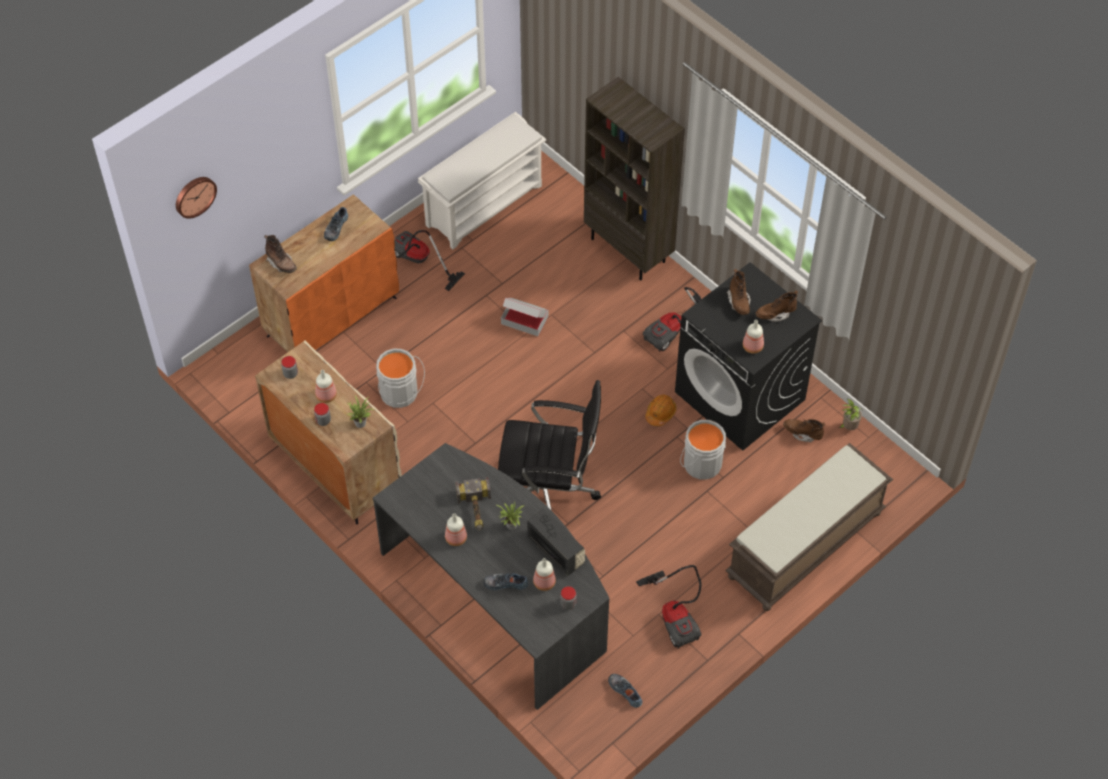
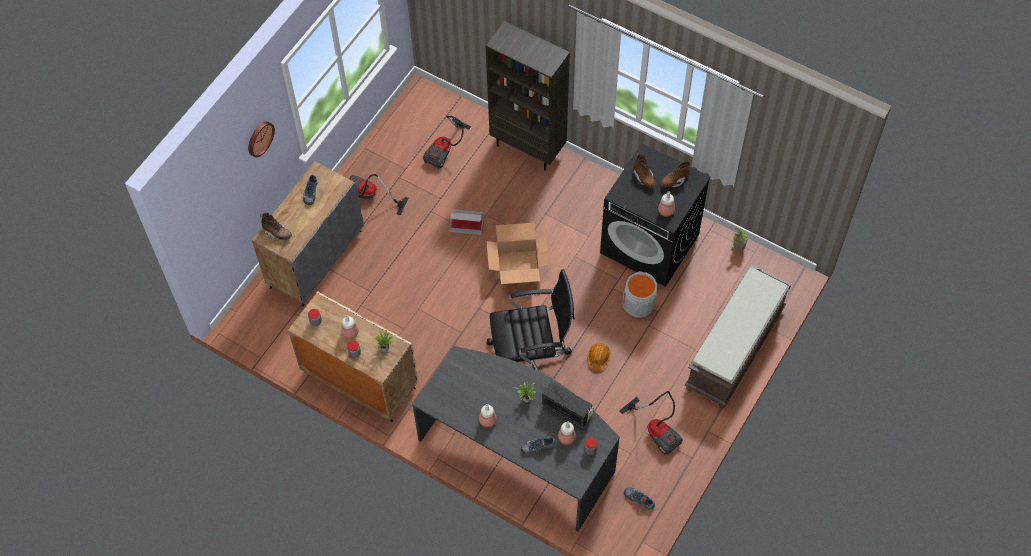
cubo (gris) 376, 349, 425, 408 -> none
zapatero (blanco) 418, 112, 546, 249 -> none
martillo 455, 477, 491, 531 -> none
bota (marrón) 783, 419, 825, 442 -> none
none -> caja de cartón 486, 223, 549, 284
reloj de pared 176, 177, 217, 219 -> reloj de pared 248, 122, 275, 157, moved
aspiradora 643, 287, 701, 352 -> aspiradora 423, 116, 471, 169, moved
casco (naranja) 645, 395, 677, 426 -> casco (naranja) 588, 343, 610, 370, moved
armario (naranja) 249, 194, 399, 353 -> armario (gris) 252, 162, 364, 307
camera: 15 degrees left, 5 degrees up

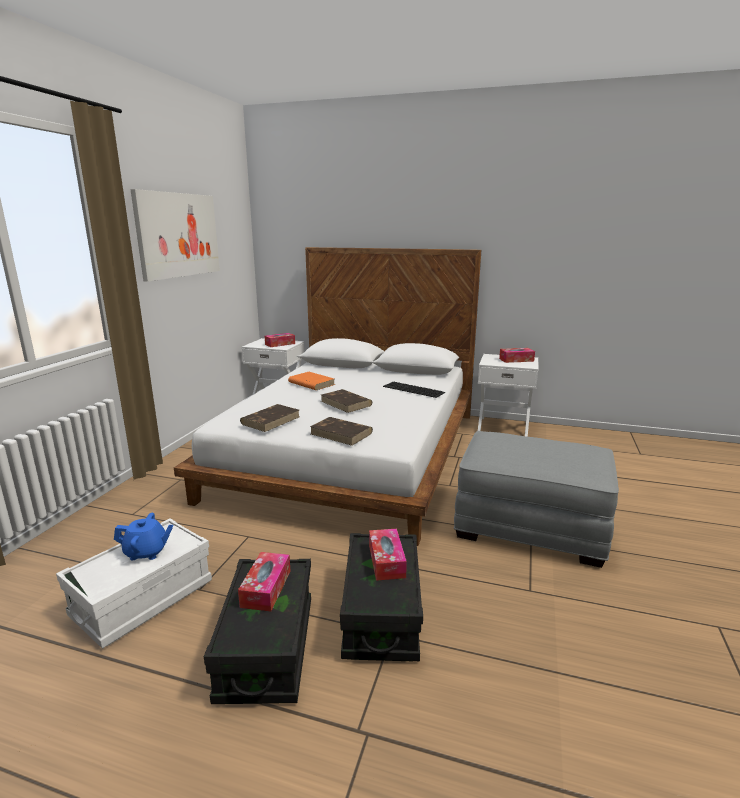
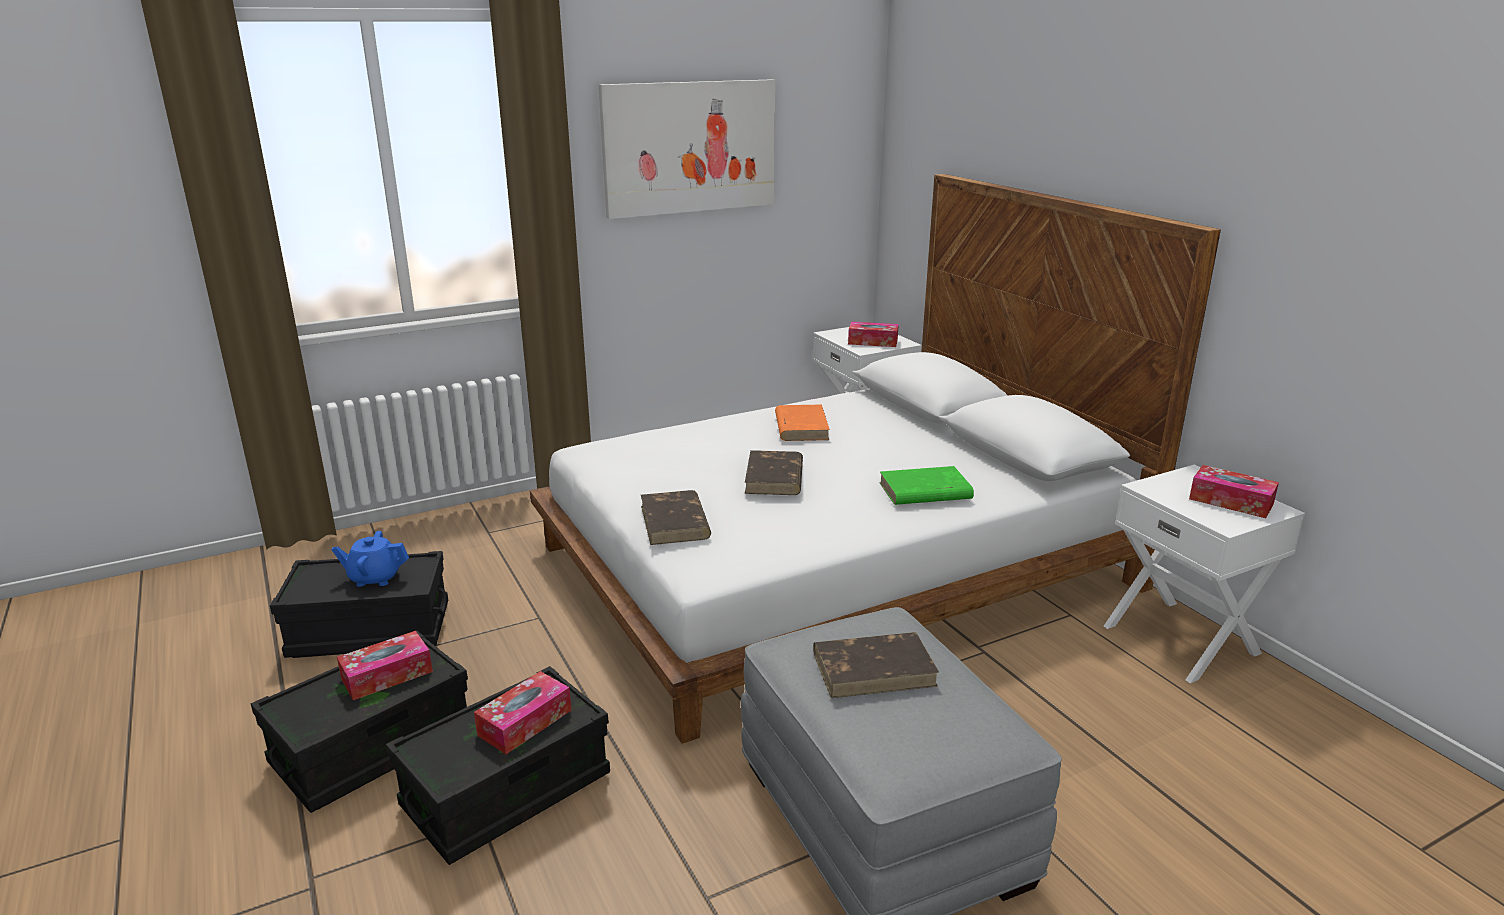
libro (marrón) 240, 404, 299, 432 -> libro (marrón) 813, 632, 939, 698, moved
teclado 383, 382, 445, 398 -> libro (verde) 879, 466, 974, 505
caja de almacenaje (blanco) 56, 518, 212, 648 -> caja de almacenaje (negro) 270, 551, 448, 658
tetera (azul) 114, 513, 174, 560 -> tetera (azul) 331, 531, 409, 587, 135 degrees clockwise
camera: 45 degrees right, 5 degrees up

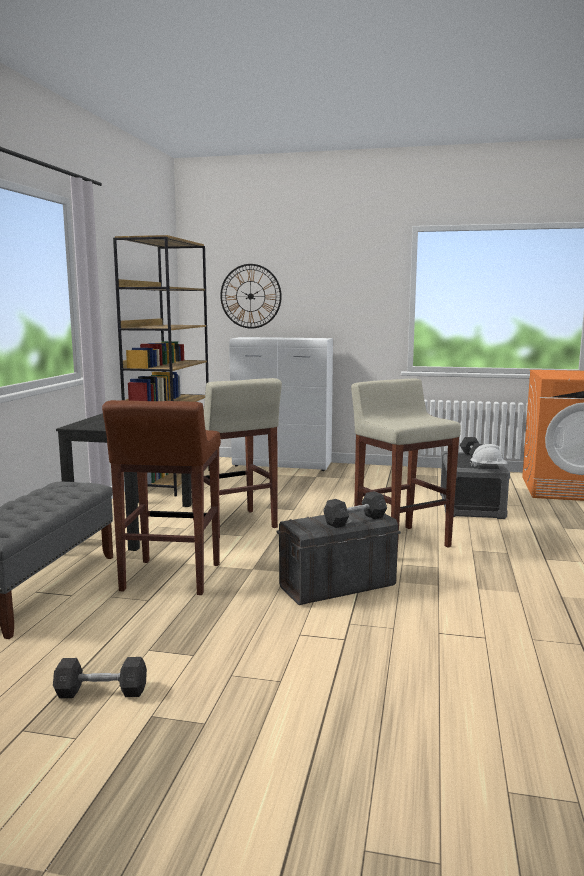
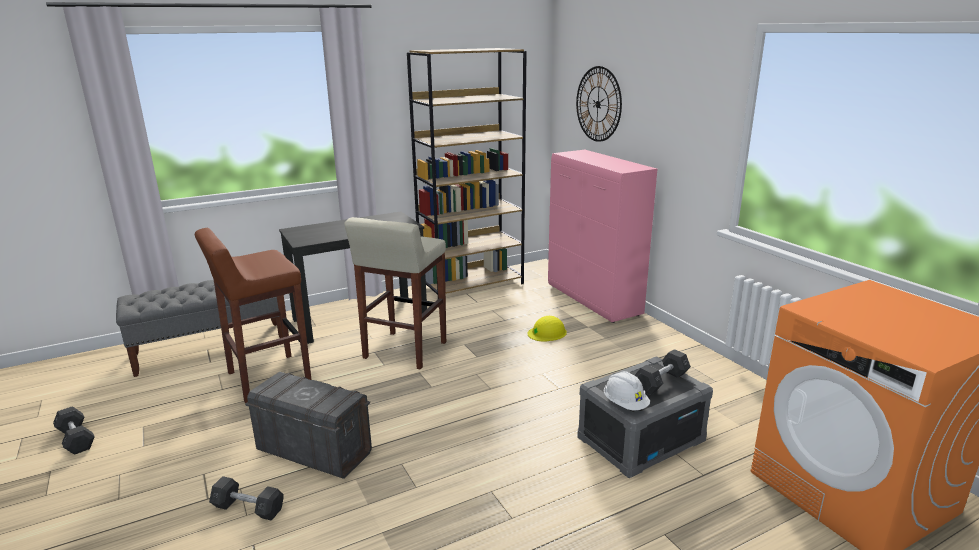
taburete (beis) 351, 378, 461, 555 -> none
none -> casco (amarillo) 528, 316, 567, 342
mancuerna (gris) 323, 491, 387, 528 -> mancuerna (gris) 209, 476, 284, 521, moved
armario (blanco) 229, 337, 333, 471 -> armario (rosa) 548, 150, 657, 323
camera: 50 degrees right, 10 degrees up

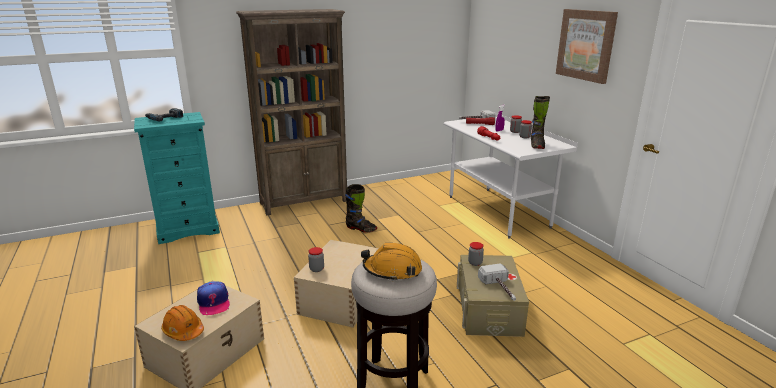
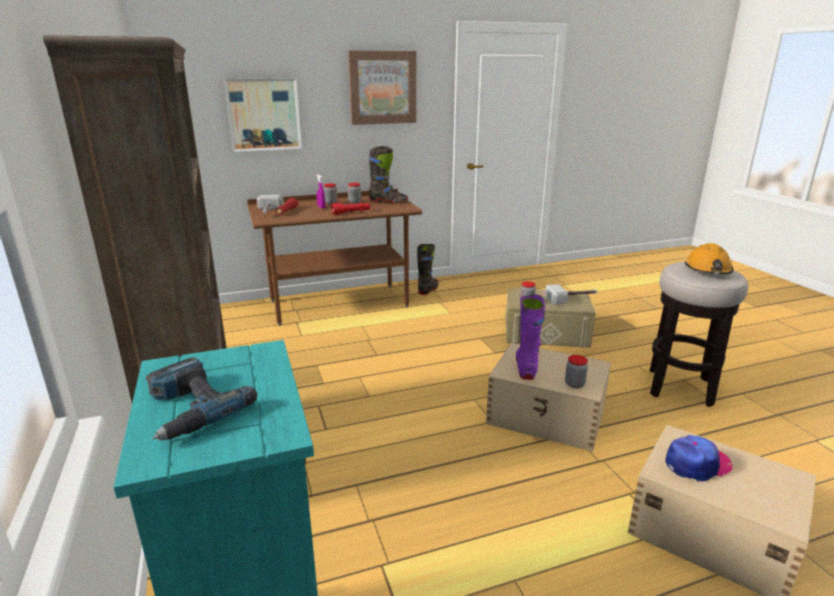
casco (naranja) 161, 305, 204, 341 -> none
none -> cuadro 224, 78, 302, 152
none -> bota (morado) 516, 294, 545, 380
bota (negro) 345, 184, 377, 233 -> bota (negro) 417, 244, 439, 295, moved
escritorio (blanco) 444, 112, 578, 239 -> escritorio (marrón) 247, 189, 422, 326
camera: 85 degrees left, 0 degrees up

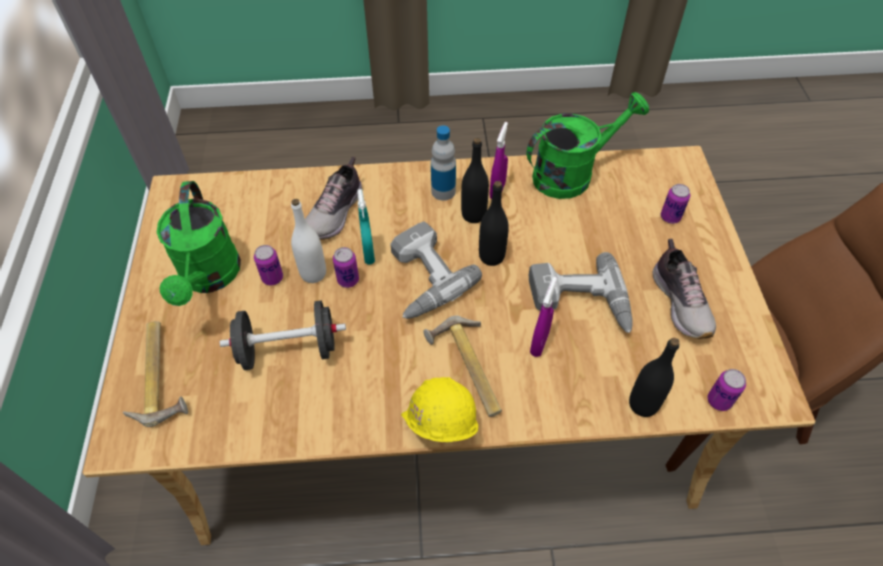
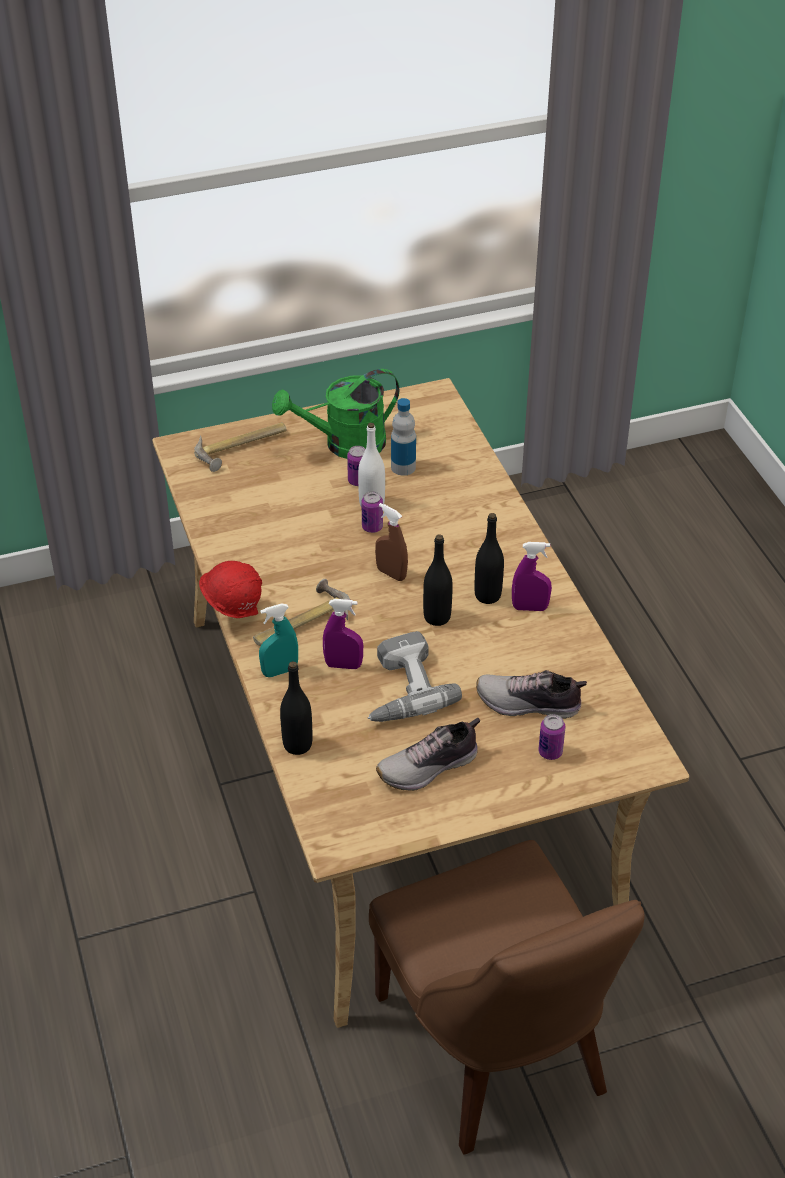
mancuerna (negro) 220, 300, 346, 370 -> none
regadera (verde) 527, 92, 649, 199 -> none
lata 708, 369, 746, 411 -> none
zapato 305, 157, 362, 240 -> zapato 476, 670, 587, 719, moved
pulverizador (turquesa) 357, 189, 375, 265 -> pulverizador (turquesa) 259, 603, 298, 677, moved
botella 431, 125, 456, 201 -> botella 391, 398, 416, 476, moved
taladro 391, 221, 482, 319 -> pulverizador (marrón) 375, 503, 408, 581
casco (amarillo) 401, 377, 478, 442 -> casco (rojo) 199, 561, 262, 618
camera: 75 degrees right, 10 degrees down

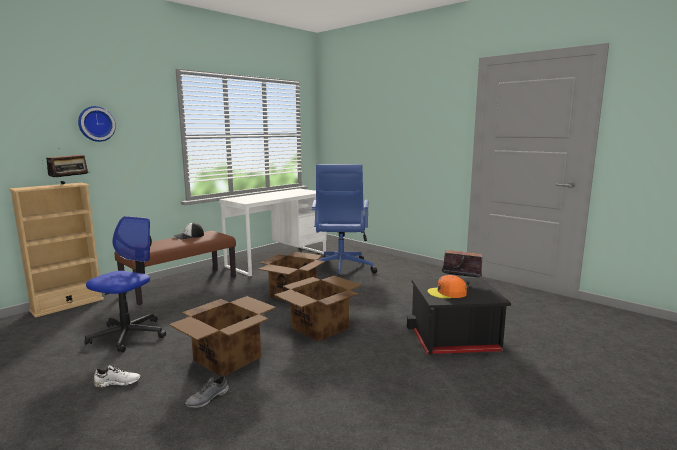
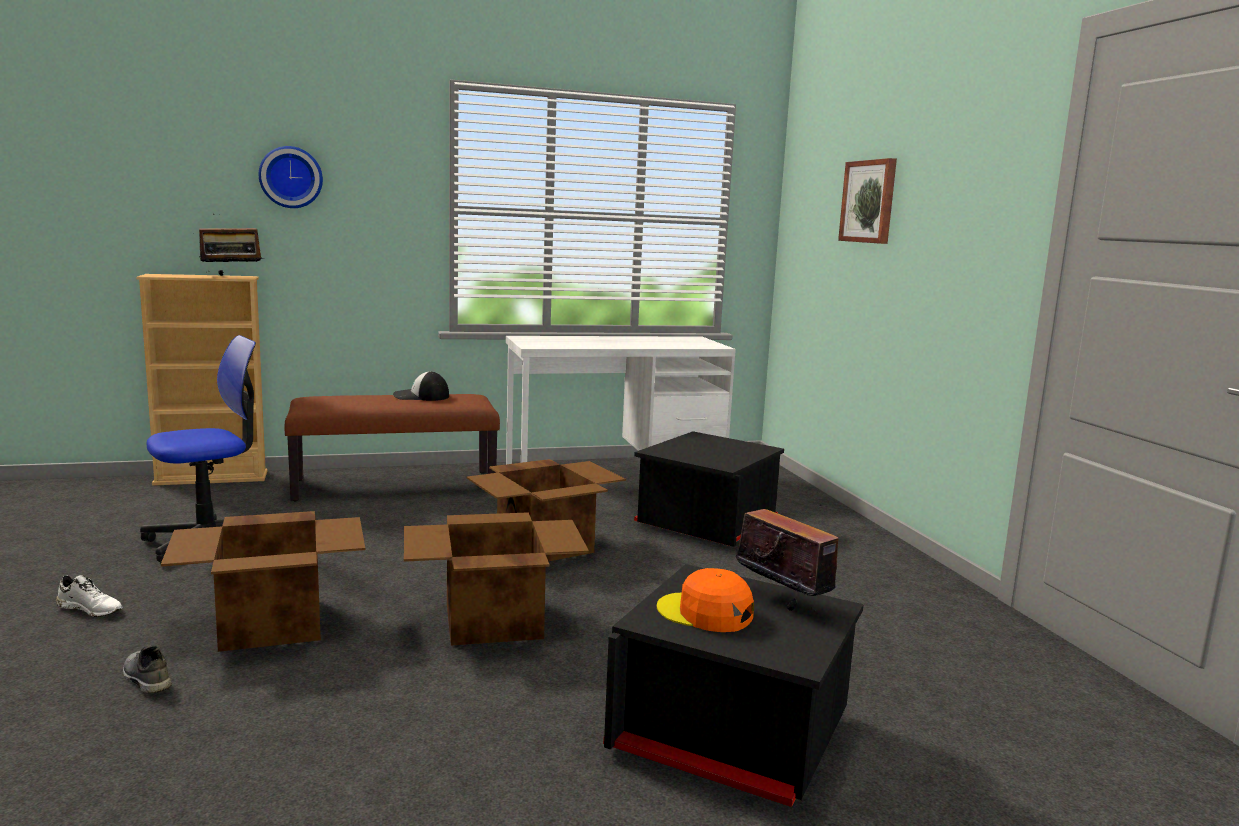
none -> cuadro 838, 158, 897, 244
silla de oficina (azul) 312, 164, 377, 278 -> caja de almacenaje (negro) 634, 431, 784, 547
zapato (gris) 184, 375, 229, 408 -> zapato (gris) 123, 646, 172, 694, 60 degrees clockwise
camera: 30 degrees right, 0 degrees up

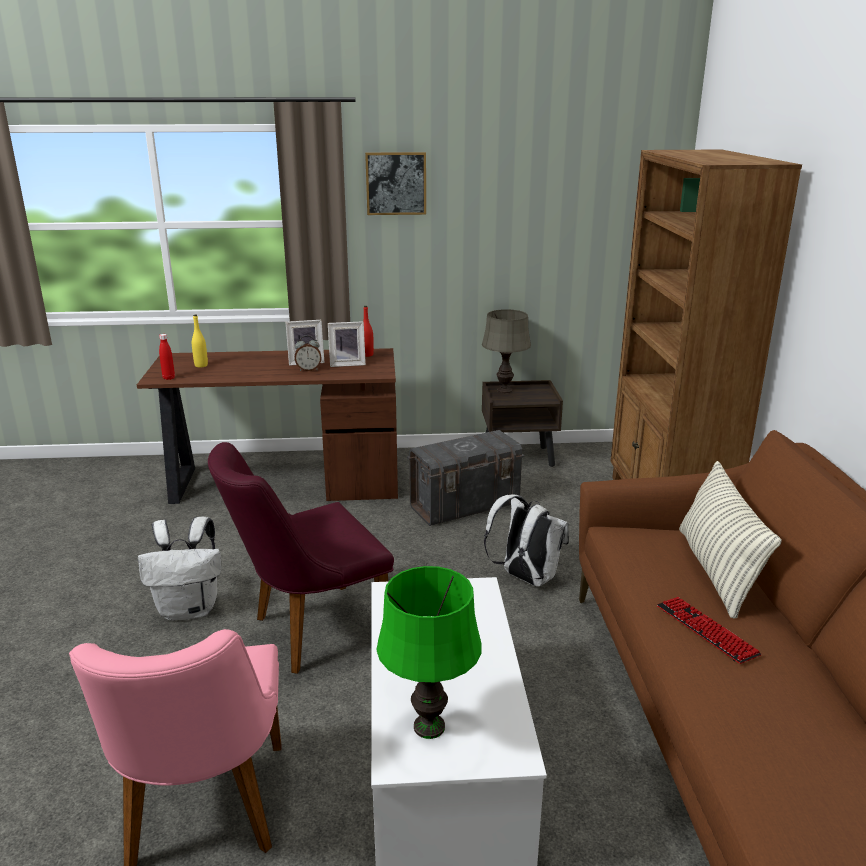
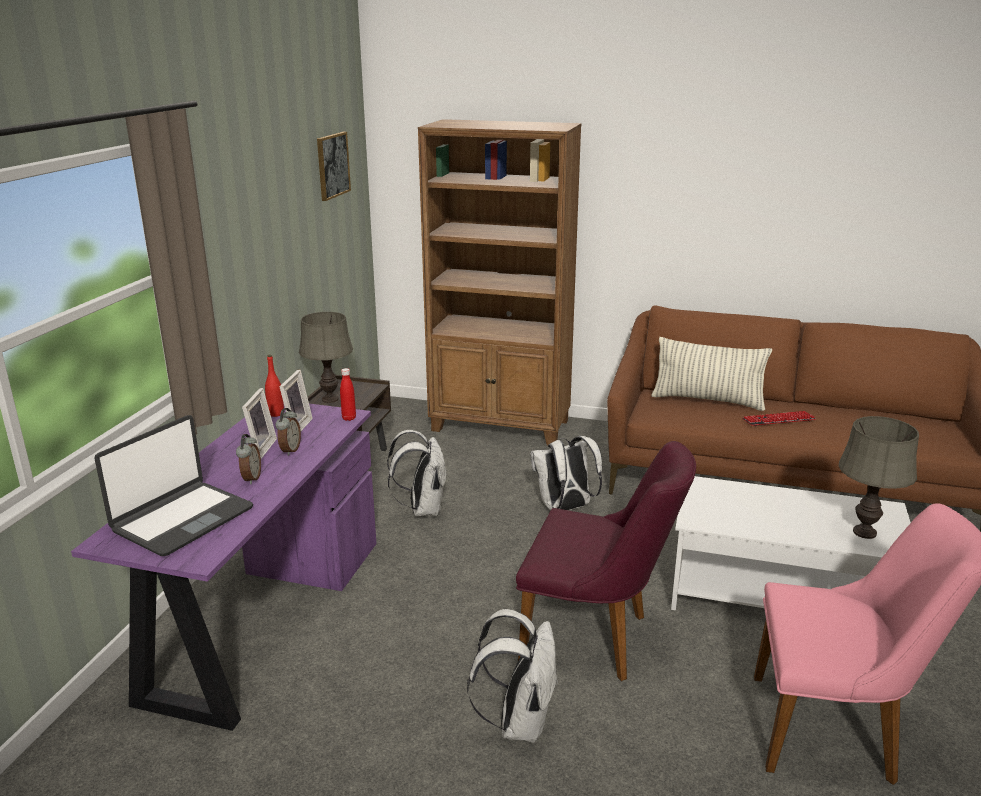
none -> despertador 236, 434, 261, 484
botella (rojo) 159, 334, 175, 380 -> botella (rojo) 340, 368, 356, 421, moved
cuadro 365, 152, 426, 215 -> cuadro 317, 132, 351, 201, moved
botella (amarillo) 192, 314, 208, 367 -> portátil 94, 415, 253, 556
caja de almacenaje (gris) 407, 430, 525, 526 -> mochila (blanco) 387, 430, 447, 516
escritorio (marrón) 137, 348, 398, 504 -> escritorio (morado) 71, 402, 376, 731
lámpara de mesa (verde) 376, 566, 481, 739 -> lámpara de mesa (gris) 839, 416, 919, 539
silla (morado) 208, 442, 394, 674 -> silla (morado) 516, 441, 696, 681, 60 degrees counterclockwise
camera: 70 degrees left, 0 degrees up

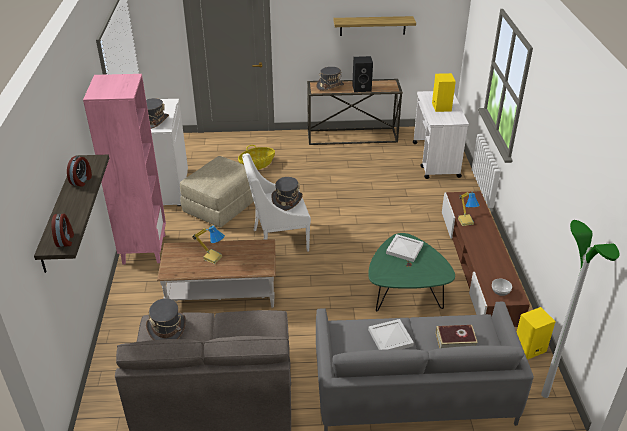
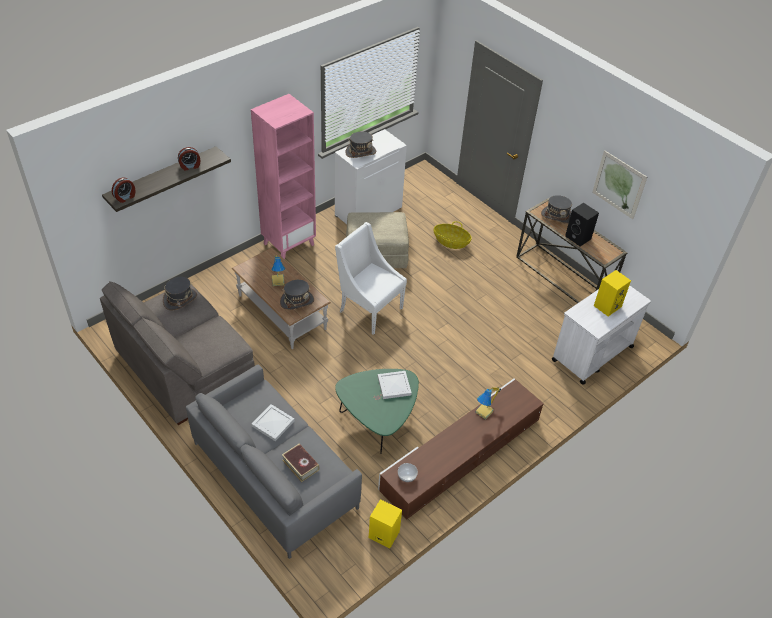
lámpara de pie 541, 220, 620, 398 -> none
sombrero (gris) 271, 177, 303, 211 -> sombrero (gris) 280, 280, 314, 310, moved
estante 333, 16, 416, 36 -> cuadro 592, 150, 647, 219
camera: 50 degrees right, 10 degrees up

